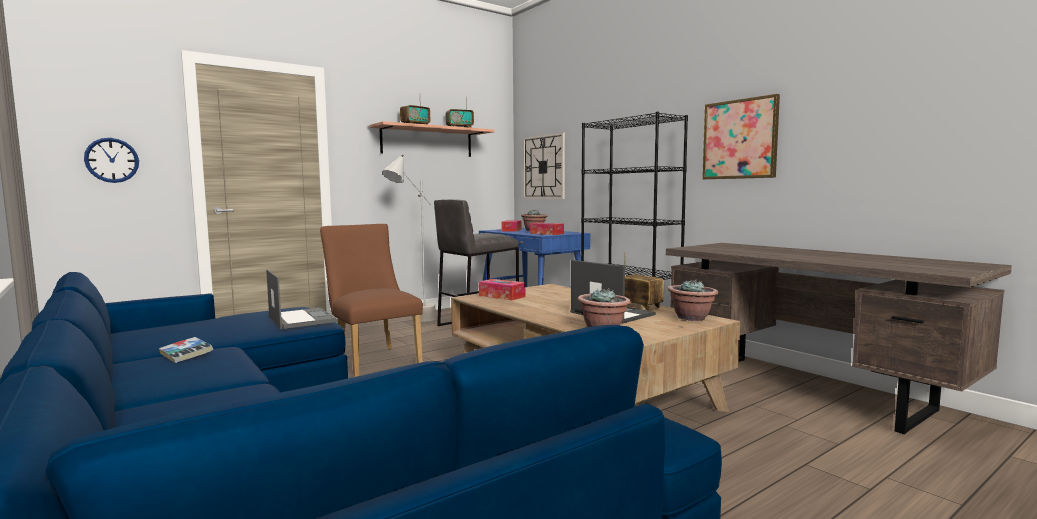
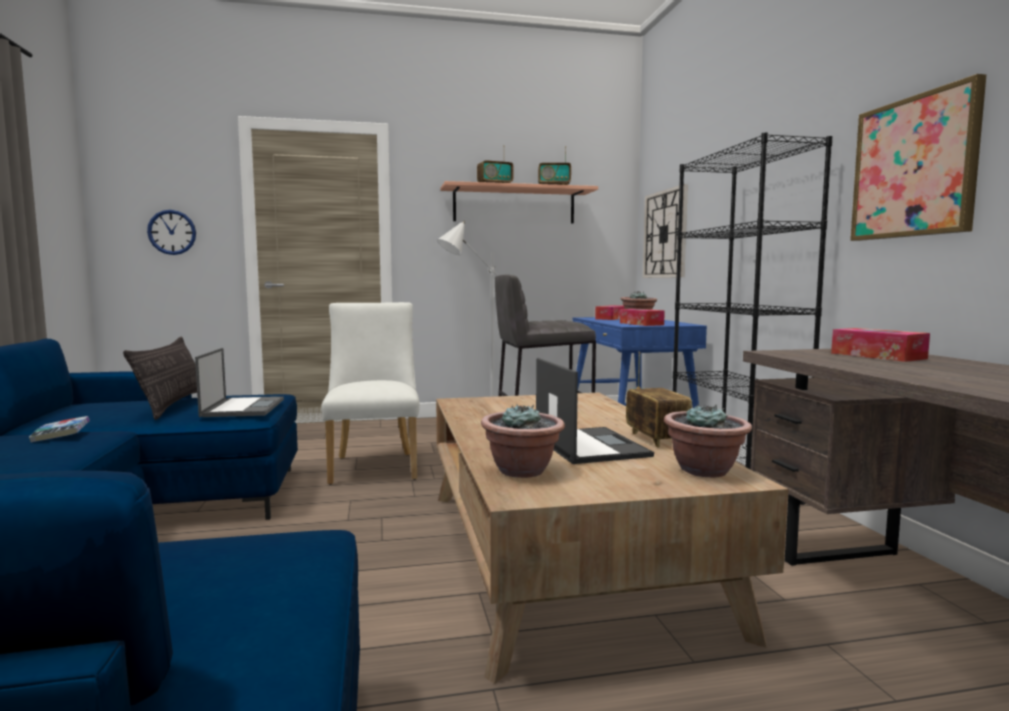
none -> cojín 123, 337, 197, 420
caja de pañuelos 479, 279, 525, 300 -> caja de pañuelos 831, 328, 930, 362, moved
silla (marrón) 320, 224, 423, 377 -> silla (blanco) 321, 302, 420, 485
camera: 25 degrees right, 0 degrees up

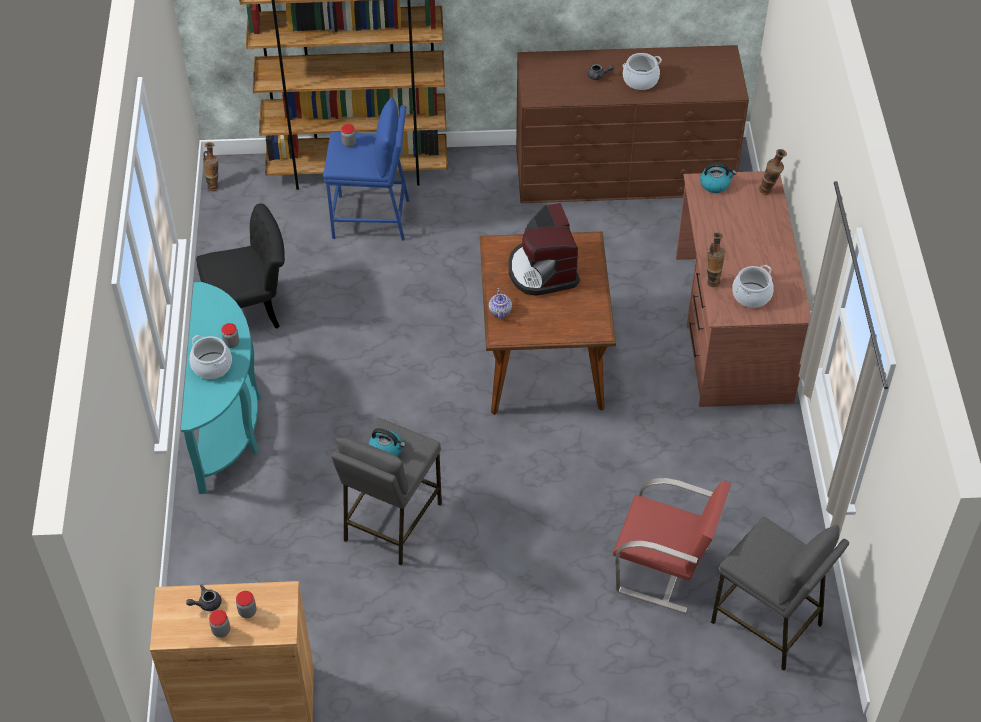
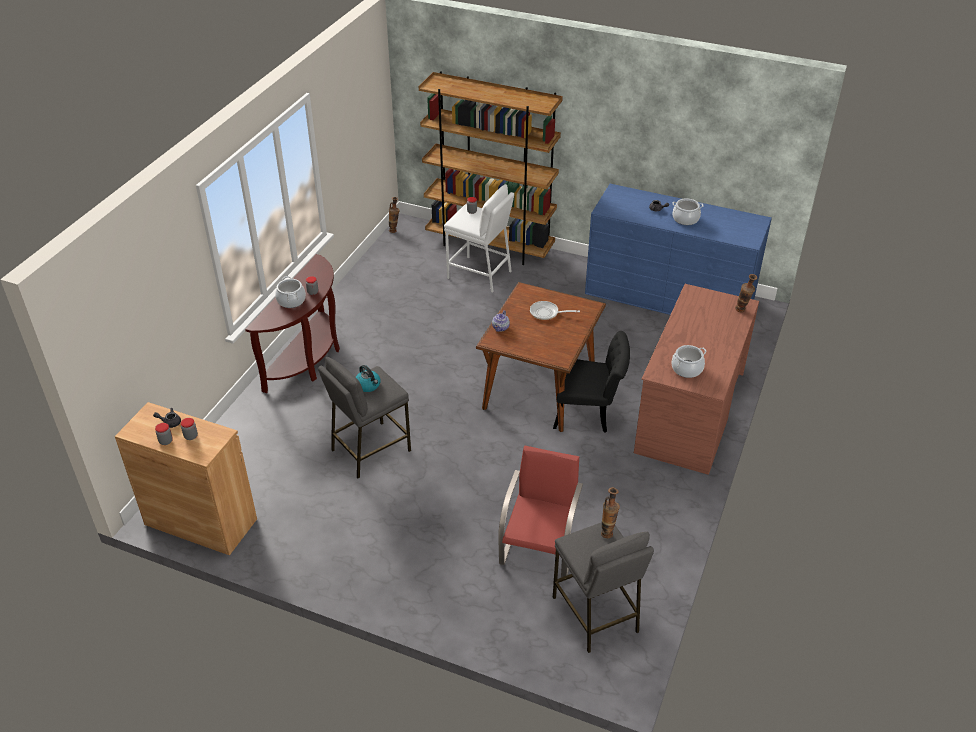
hervidor 700, 163, 736, 193 -> none
silla (negro) 196, 203, 285, 329 -> silla (negro) 553, 331, 630, 432, moved
florero 707, 232, 725, 287 -> florero 601, 487, 620, 538, moved
cafetera 508, 203, 580, 296 -> sartén 530, 301, 580, 320
mesa consola (turquesa) 181, 282, 261, 494 -> mesa consola (marrón) 245, 254, 340, 393
taburete (azul) 323, 97, 410, 241 -> taburete (blanco) 444, 184, 514, 293
cómoda (marrón) 516, 45, 749, 203 -> cómoda (azul) 585, 184, 772, 315
silla (rojo) 613, 478, 732, 613 -> silla (rojo) 498, 446, 583, 578, 120 degrees counterclockwise
camera: 25 degrees right, 10 degrees down

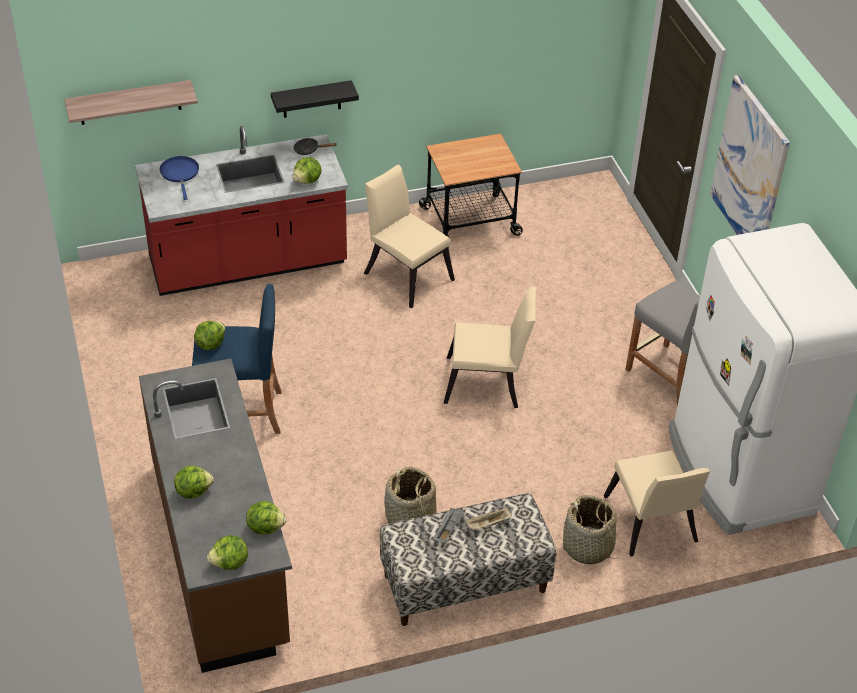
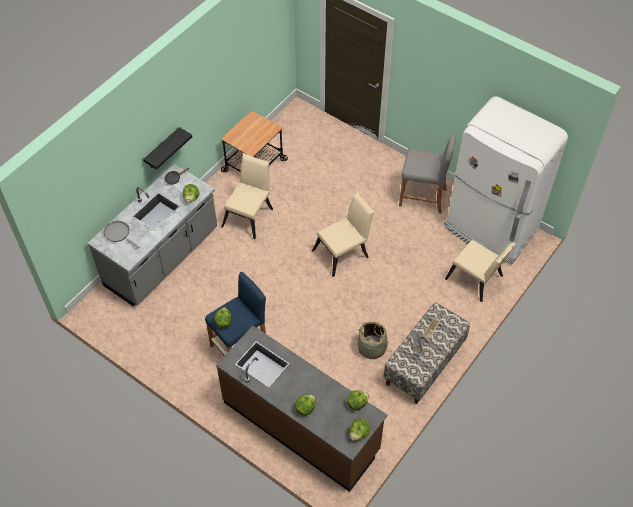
estante 64, 80, 198, 125 -> none
cesta 563, 495, 617, 564 -> none
cuadro 710, 75, 790, 235 -> none
mueble bajo de cocina (rojo) 135, 126, 348, 296 -> mueble bajo de cocina (gris) 87, 164, 217, 306
sartén (azul) 160, 156, 199, 200 -> sartén (gris) 104, 221, 139, 248
silla (beis) 364, 164, 455, 308 -> silla (beis) 221, 154, 273, 239, 105 degrees clockwise
camera: 35 degrees left, 10 degrees up

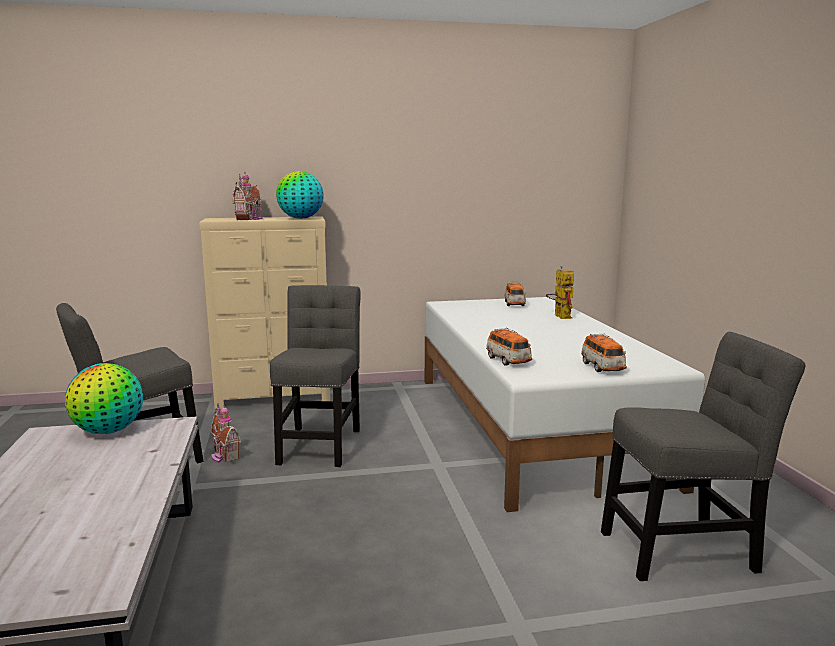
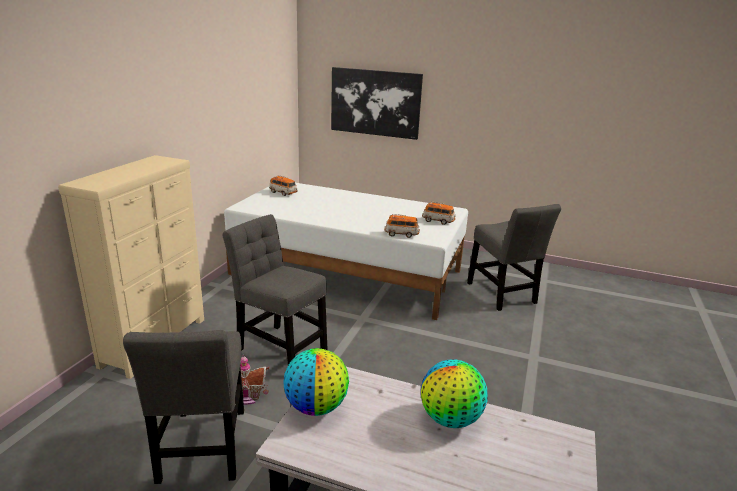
casita 233, 172, 263, 220 -> none
robot de juguete 546, 266, 574, 319 -> none
none -> cuadro 331, 67, 423, 140
globo terráqueo 276, 171, 324, 219 -> globo terráqueo 421, 359, 487, 428, moved
silla (gris) 601, 331, 805, 581 -> silla (gris) 467, 204, 561, 311, 135 degrees clockwise
camera: 60 degrees left, 10 degrees up

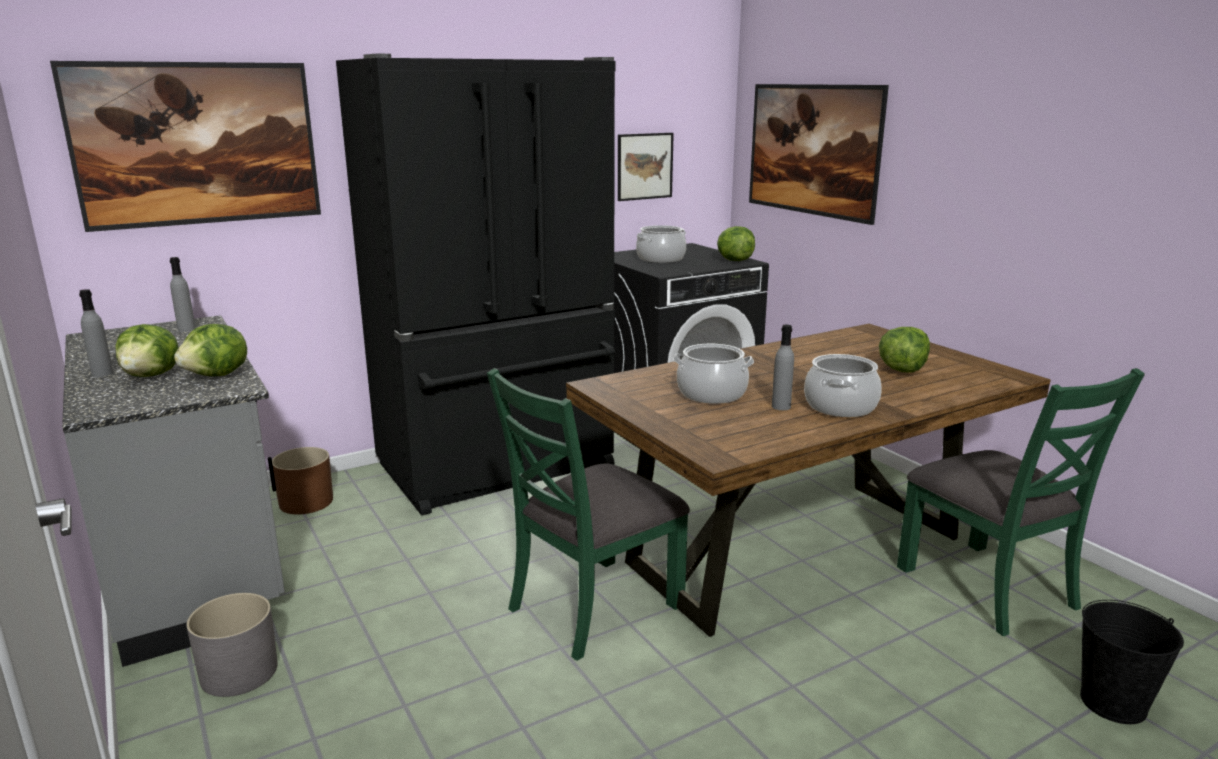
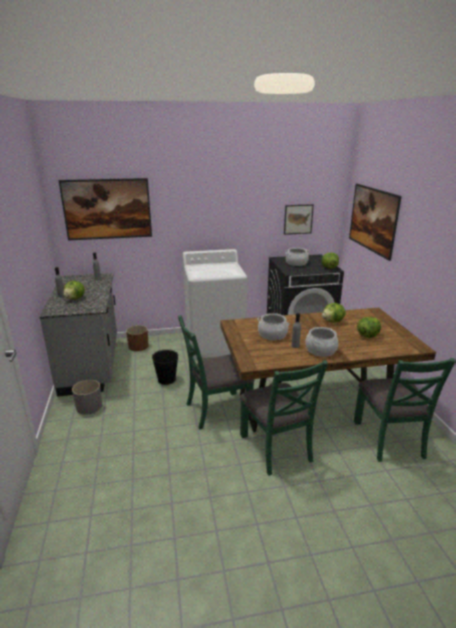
none -> silla (verde) 240, 360, 328, 476
lechuga 174, 324, 247, 376 -> lechuga 322, 303, 346, 322, moved
cubo (negro) 1080, 600, 1184, 724 -> cubo (negro) 152, 349, 178, 385, moved
nevera (negro) 336, 54, 615, 516 -> lavadora (blanco) 182, 249, 248, 359
camera: 20 degrees right, 5 degrees up

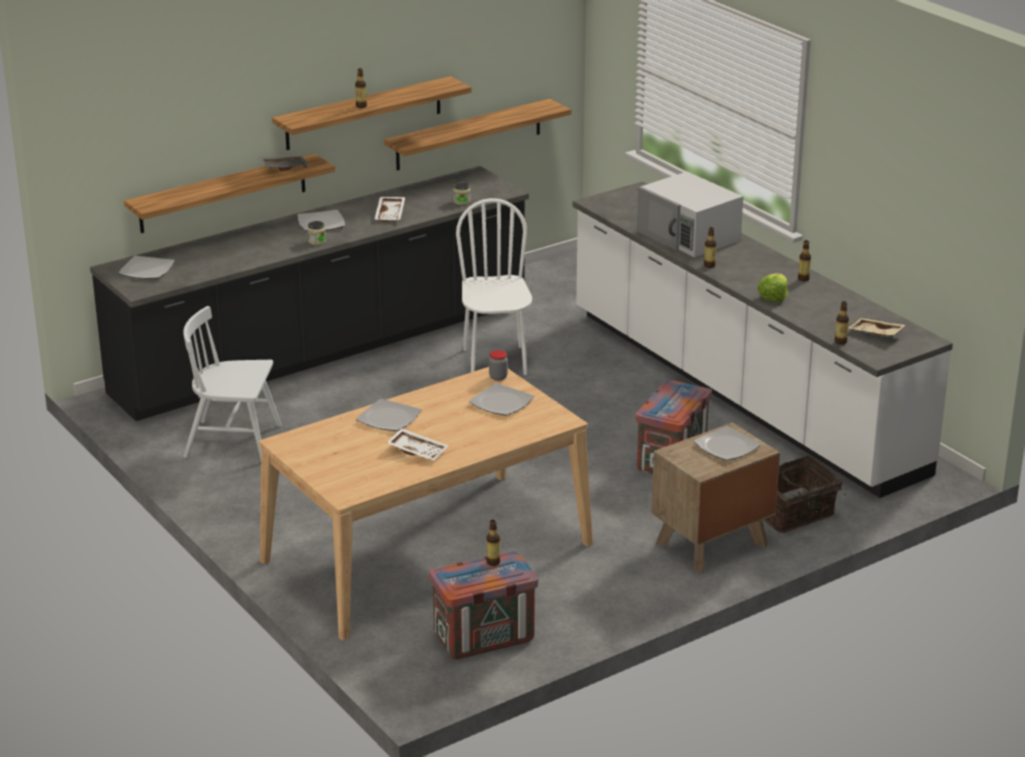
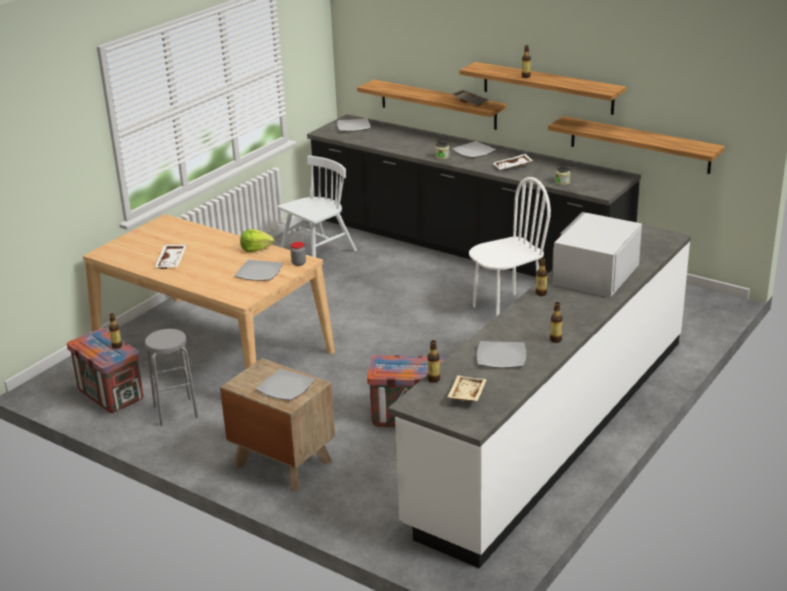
cesta 764, 455, 845, 533 -> none
none -> taburete (gris) 145, 329, 199, 426
plato 356, 399, 422, 431 -> plato 477, 341, 526, 368, moved
lechuga 758, 274, 788, 302 -> lechuga 240, 229, 274, 252, moved
silla (blanco) 183, 306, 282, 459 -> silla (blanco) 277, 155, 357, 257, 60 degrees clockwise
camera: 70 degrees right, 0 degrees up

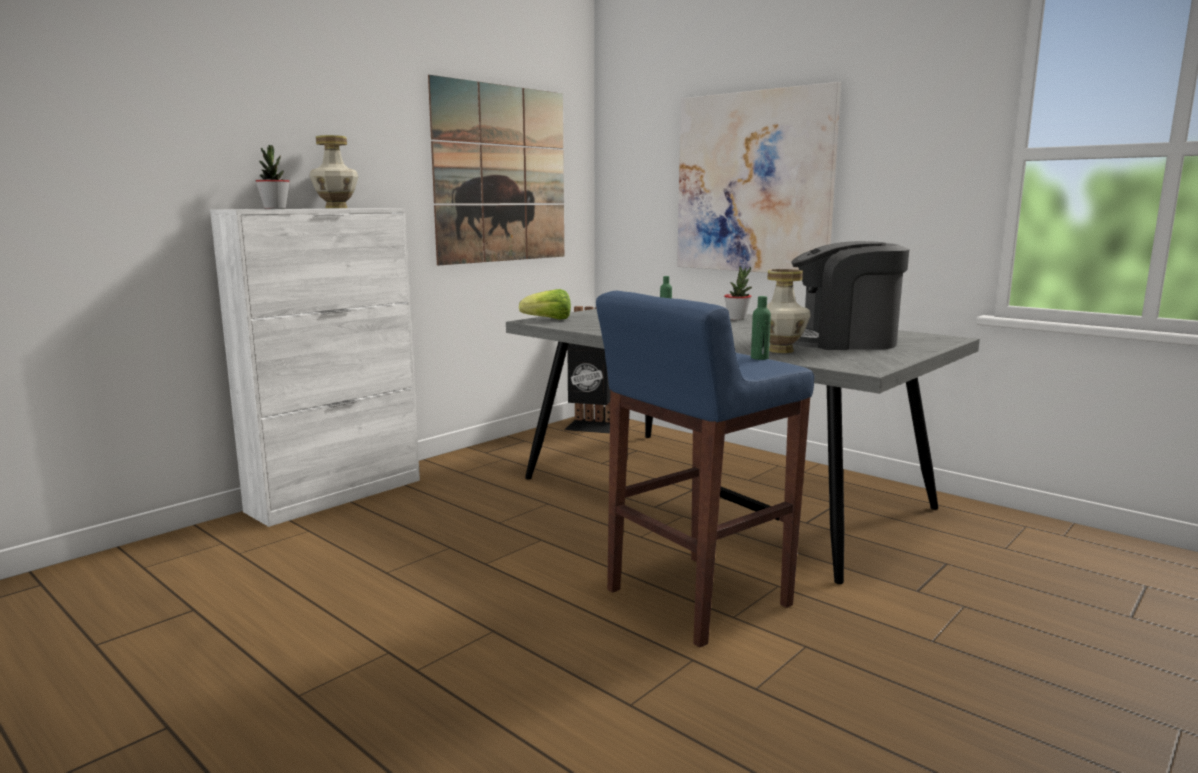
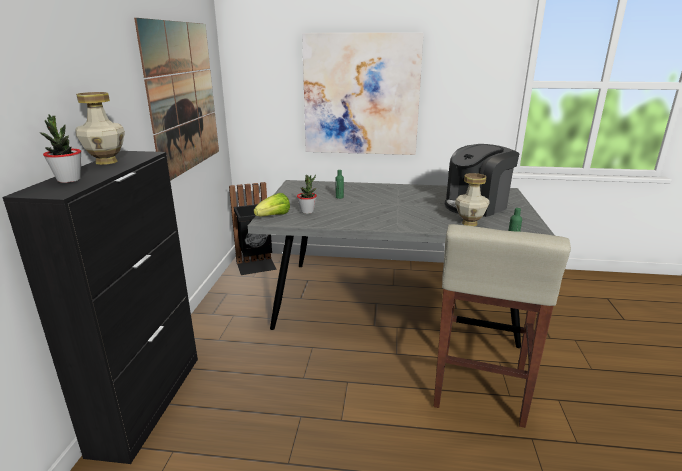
planta en maceta 724, 267, 752, 320 -> planta en maceta 297, 175, 317, 214, moved
armario (blanco) 210, 208, 420, 527 -> armario (negro) 2, 151, 198, 464
taburete (azul) 596, 291, 814, 647 -> taburete (beis) 433, 224, 571, 428
camera: 35 degrees left, 10 degrees up

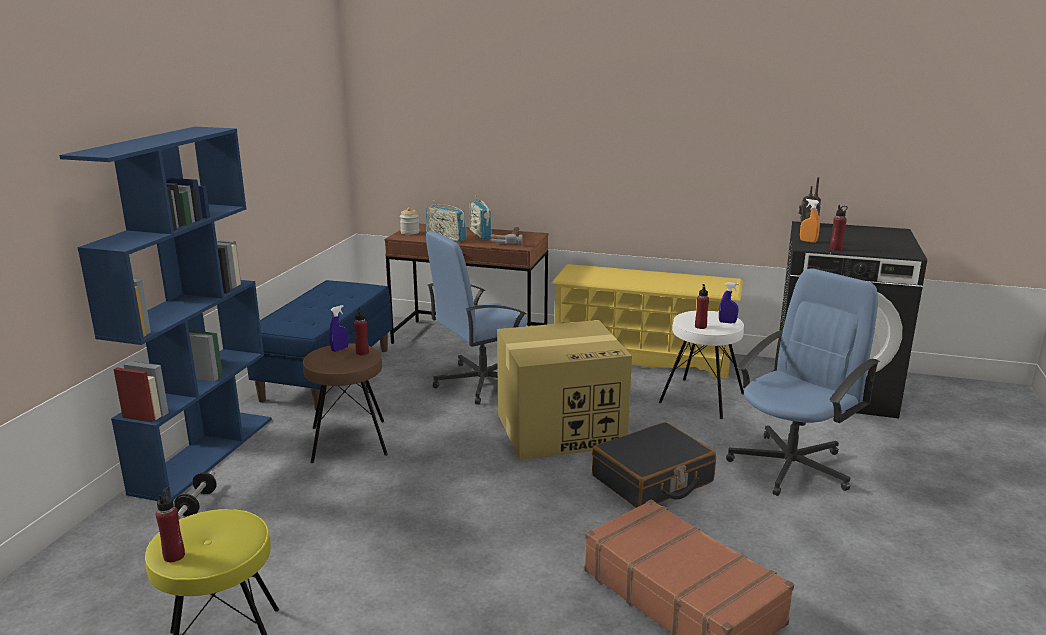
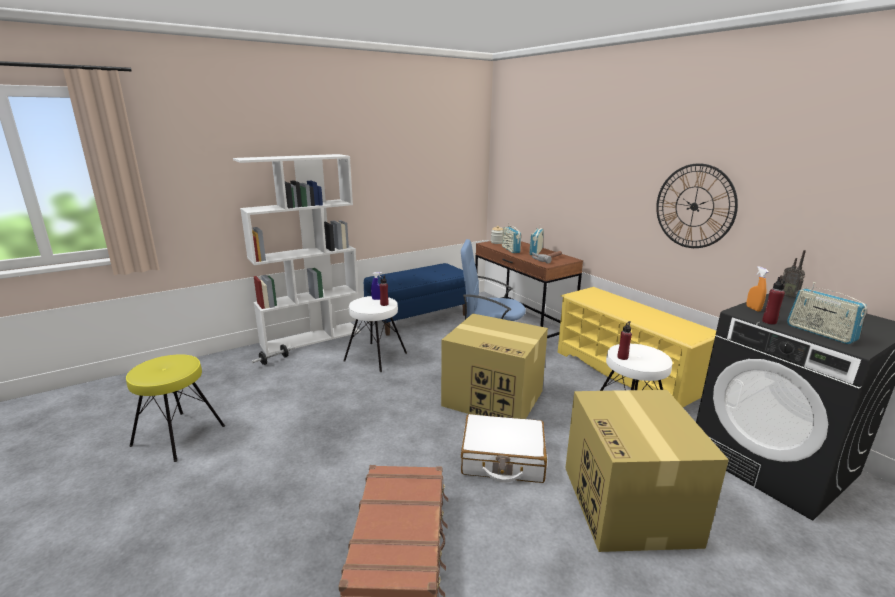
botella (rojo) 156, 487, 185, 562 -> none
pulverizador (azul) 719, 282, 738, 323 -> none
none -> reloj de pared 656, 163, 738, 248
none -> radio 787, 282, 867, 344
silla de oficina (azul) 726, 268, 880, 496 -> caja de cartón 565, 390, 729, 552
estantería (azul) 59, 127, 272, 501 -> estantería (blanco) 233, 154, 361, 355
taburete (marrón) 303, 344, 388, 463 -> taburete (blanco) 344, 296, 407, 372
maleta (negro) 592, 422, 716, 508 -> maleta (blanco) 461, 414, 547, 483
camera: 40 degrees right, 0 degrees up

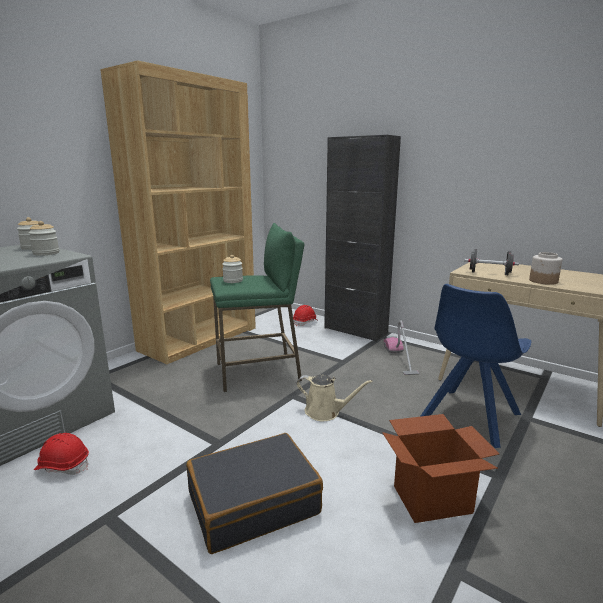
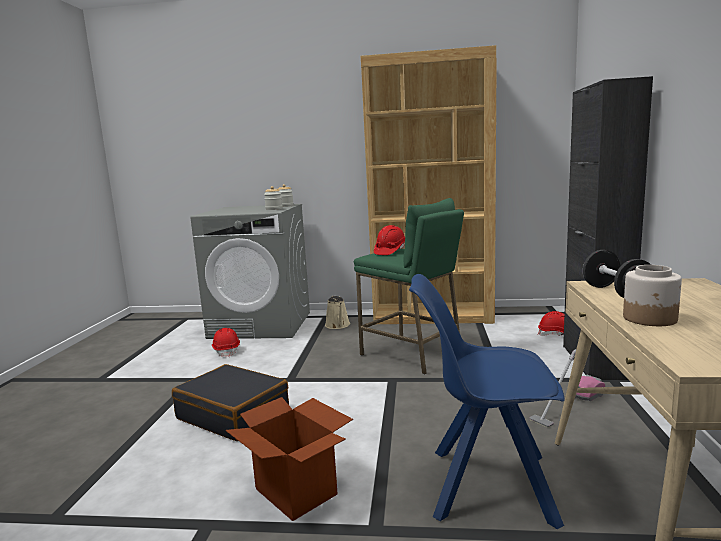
regadera (beis) 297, 375, 372, 421 -> regadera (beis) 325, 295, 350, 329, moved
tarro 222, 255, 243, 283 -> casco (rojo) 374, 225, 405, 255
camera: 60 degrees right, 5 degrees down

